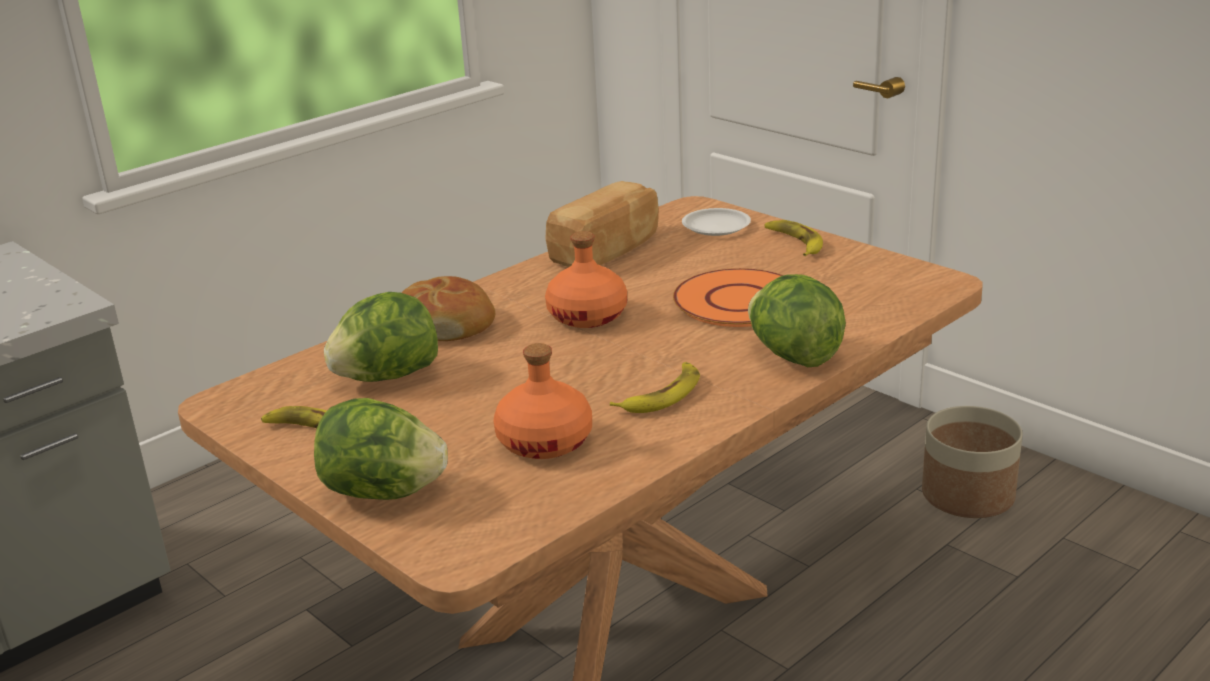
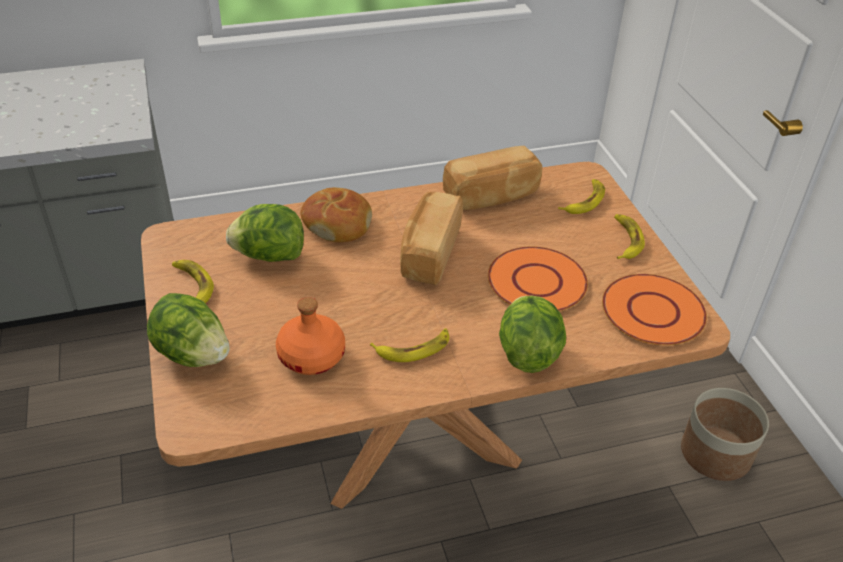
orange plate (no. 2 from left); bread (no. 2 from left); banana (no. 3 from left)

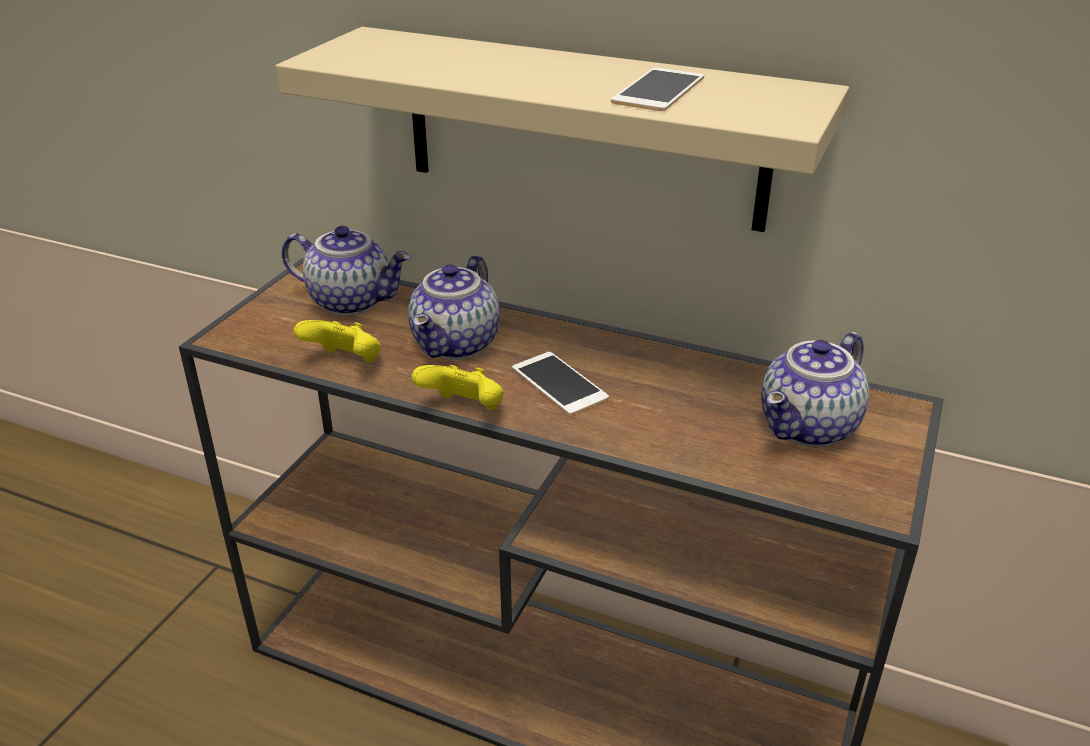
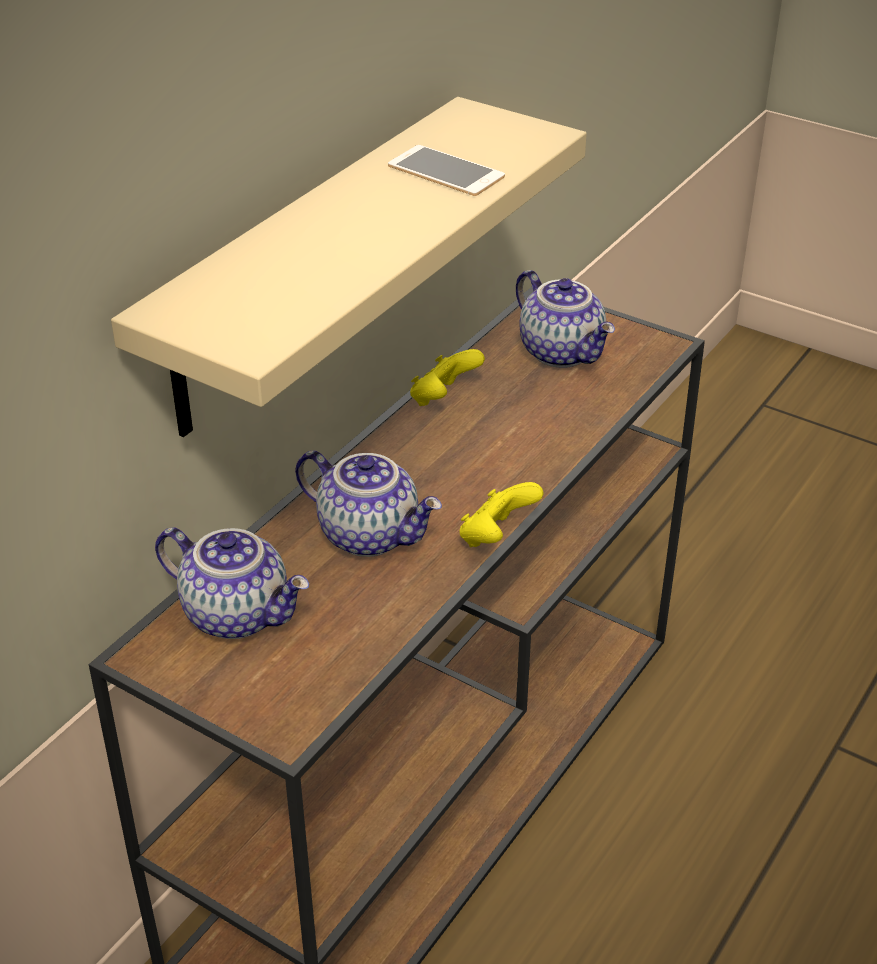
phone (no. 1 from left in the first image); yellow game controller (no. 1 from left); teapot (no. 1 from left)

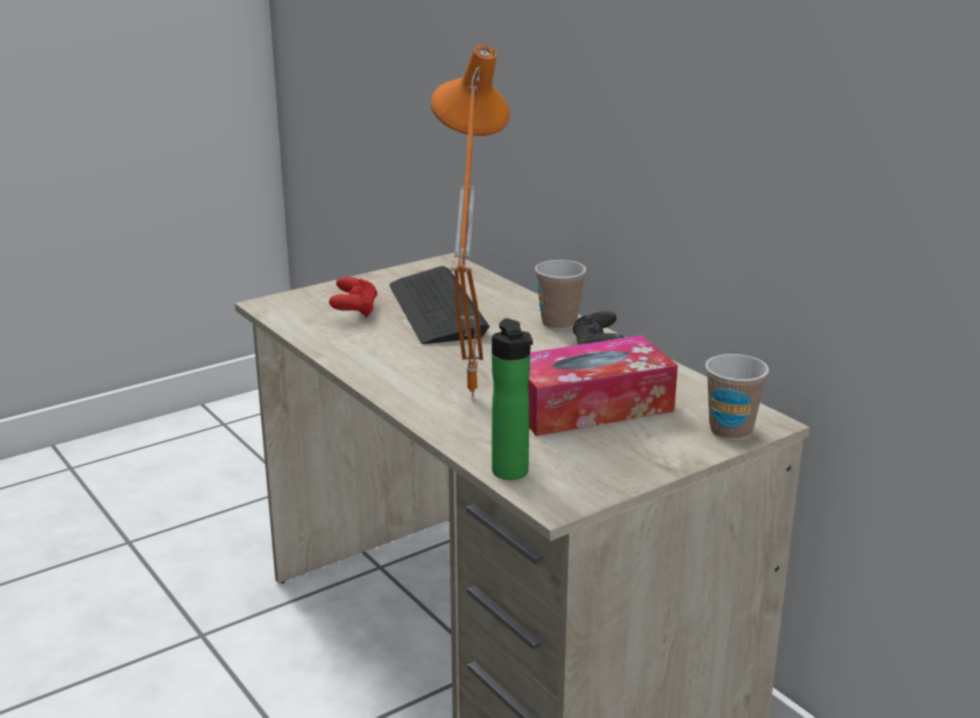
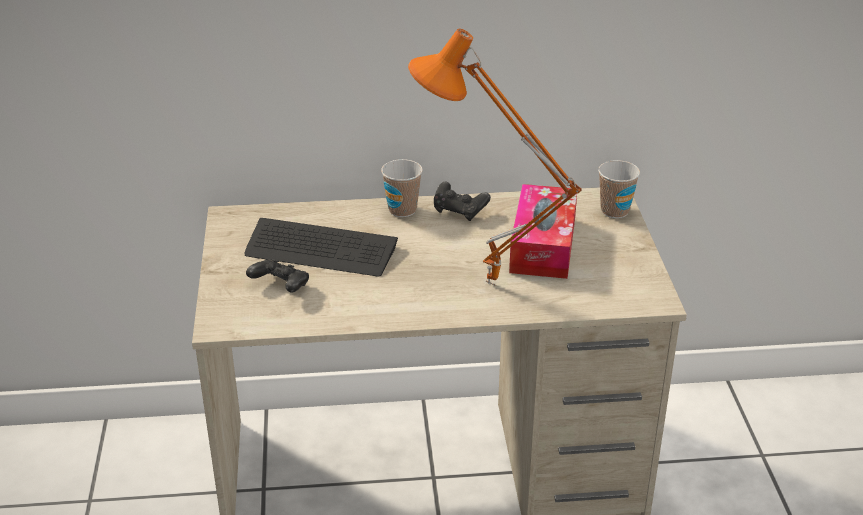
bottle; black game controller (no. 1 from left)

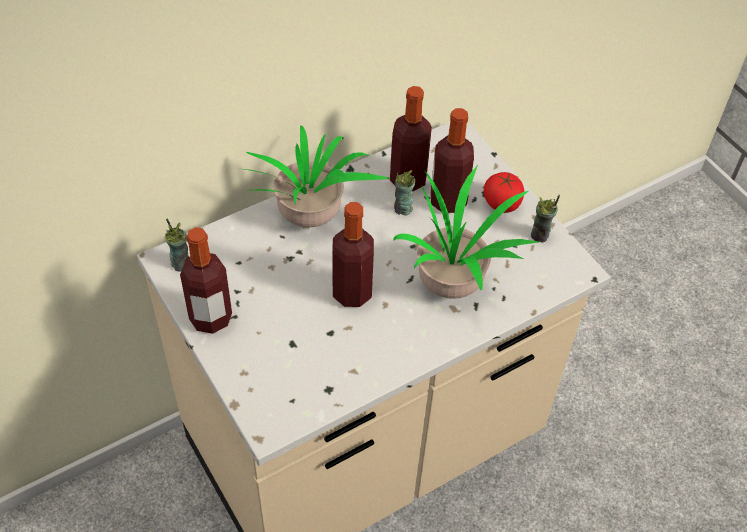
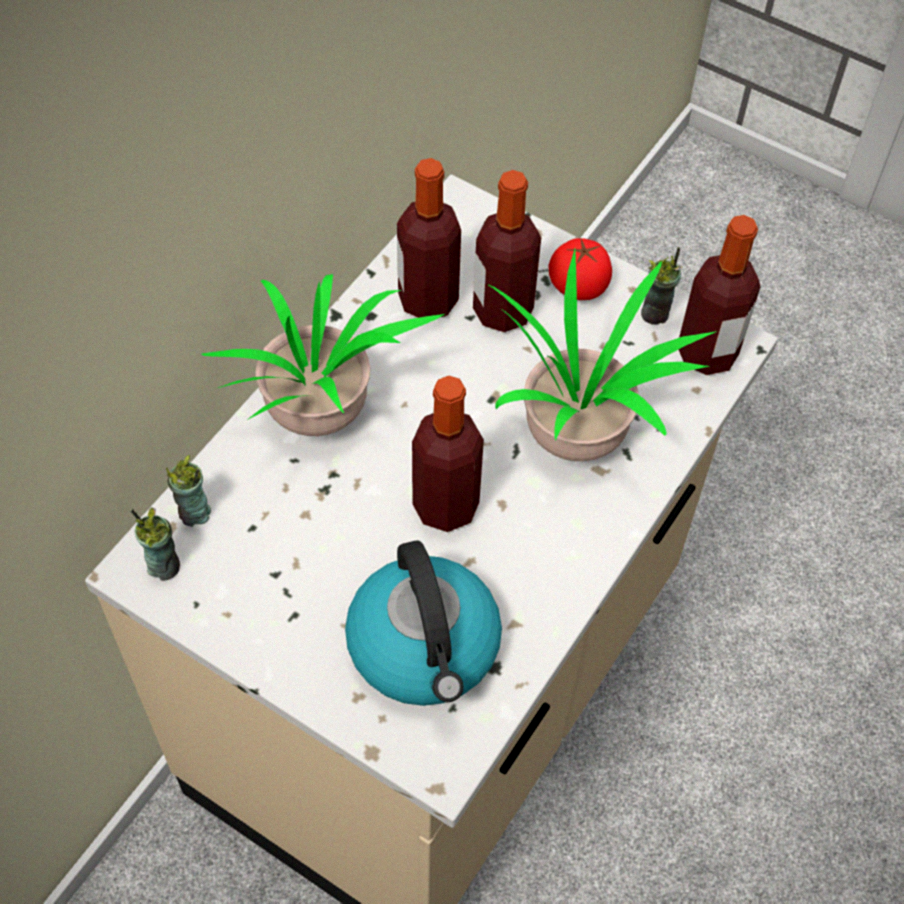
kettle; bottle (no. 4 from left); cup (no. 2 from left)

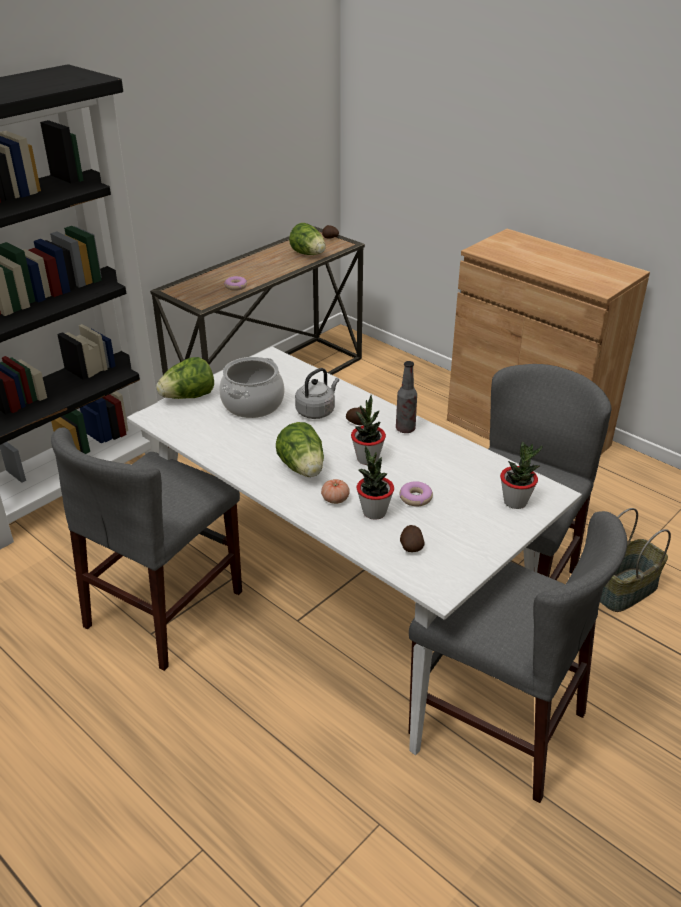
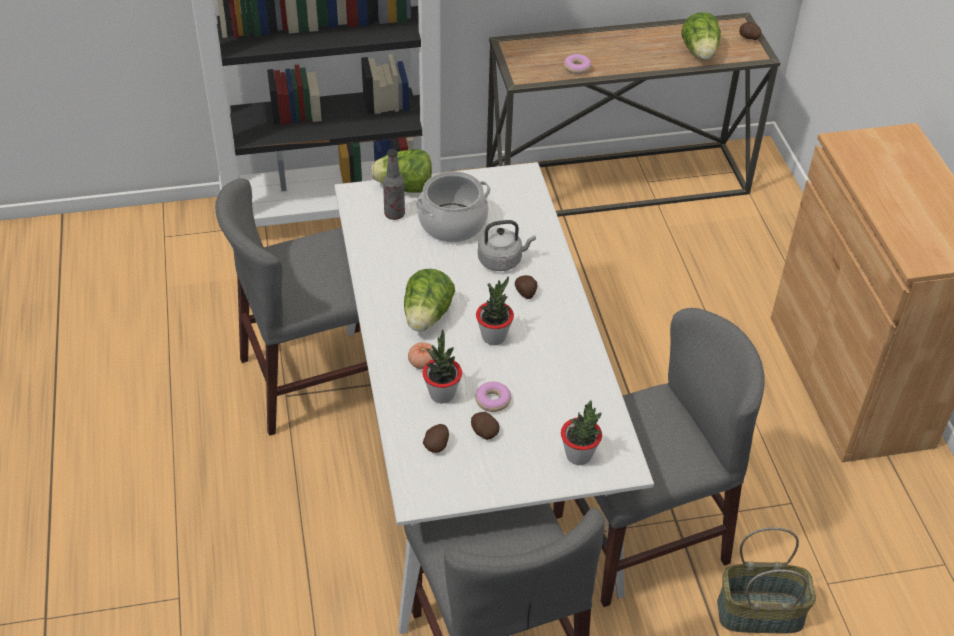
potato (no. 2 from left); bottle

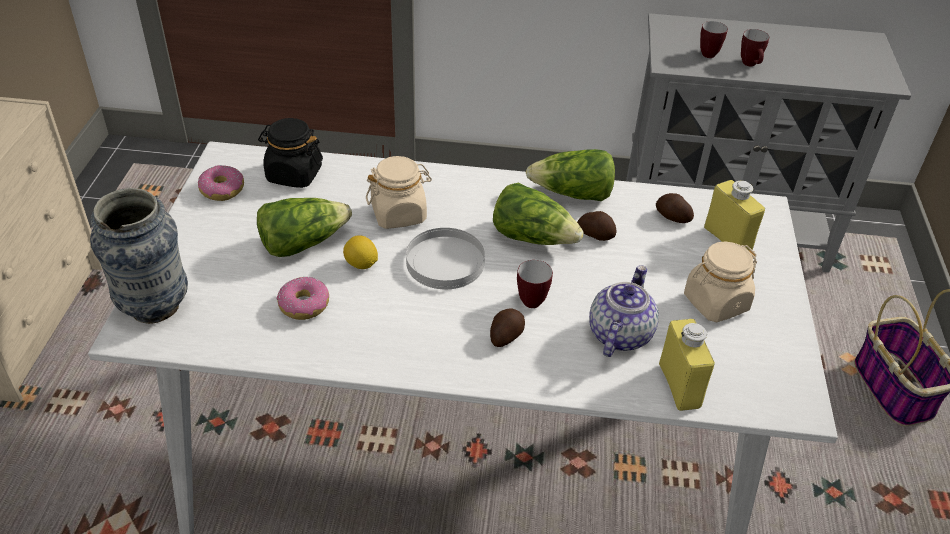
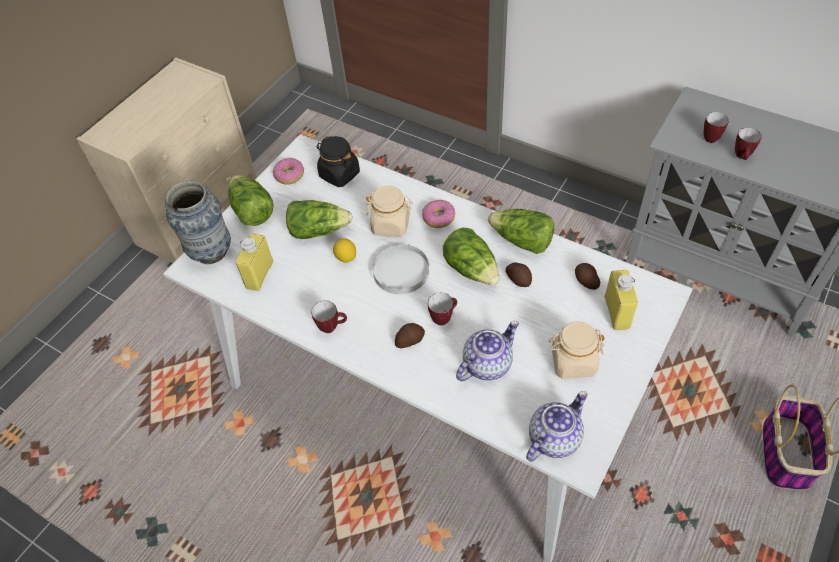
lettuce (no. 1 from left); mug (no. 1 from left); teapot (no. 2 from left); donut (no. 2 from left); yellow bottle (no. 1 from left)

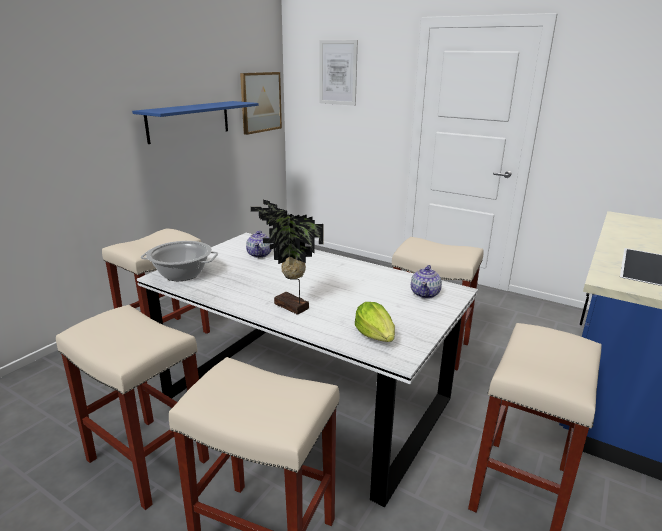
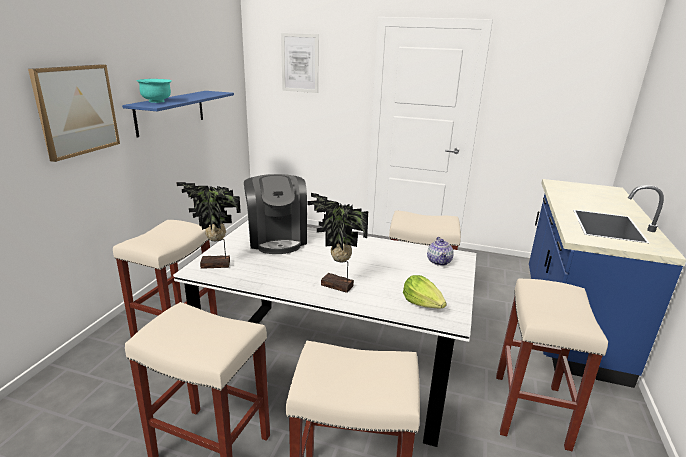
turquoise bowl; picture (no. 1 from left); potted plant (no. 1 from left); coffee machine

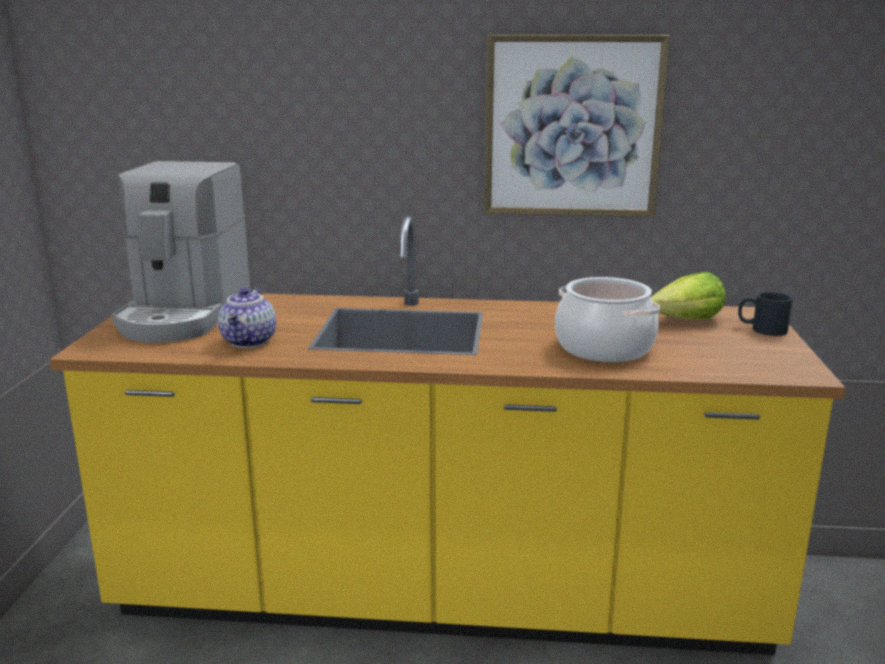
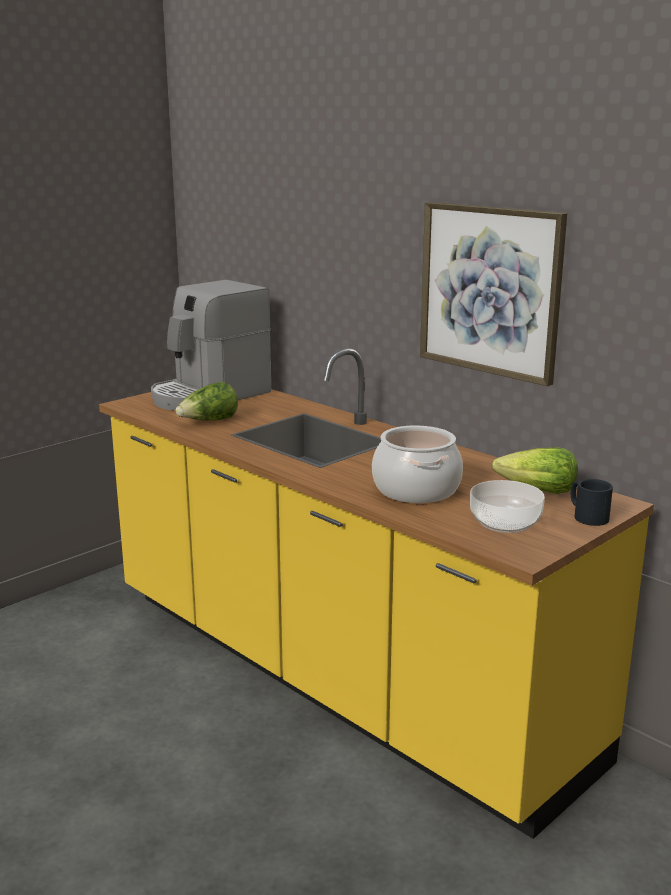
bowl; lettuce (no. 1 from left)

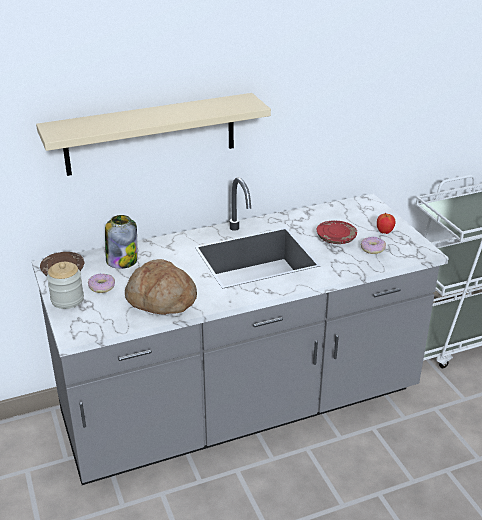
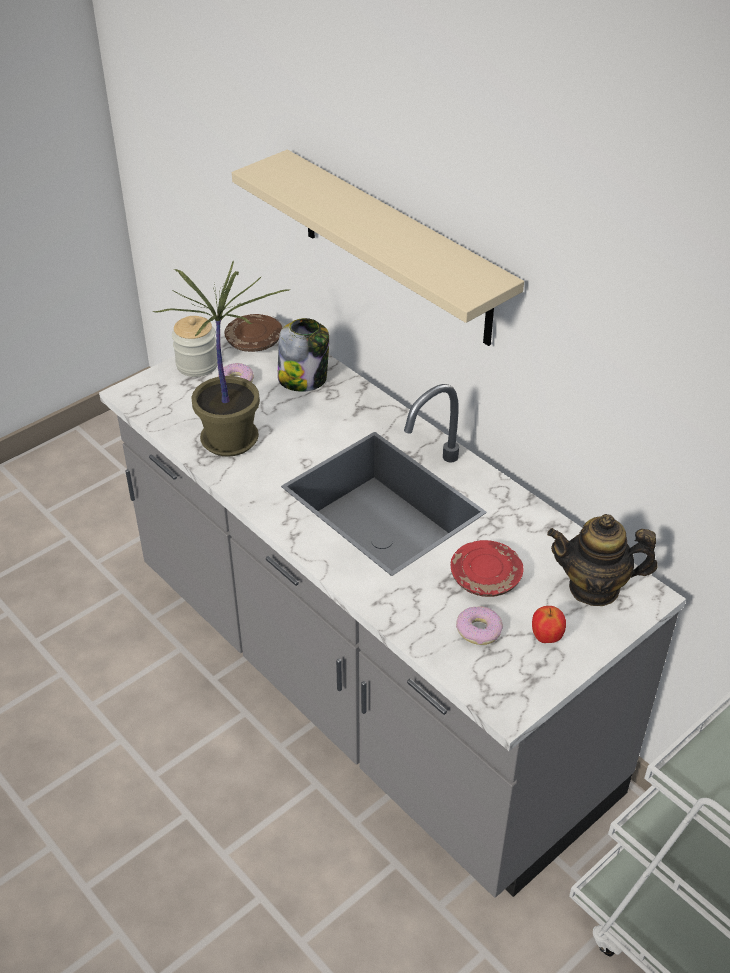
teapot; potted plant

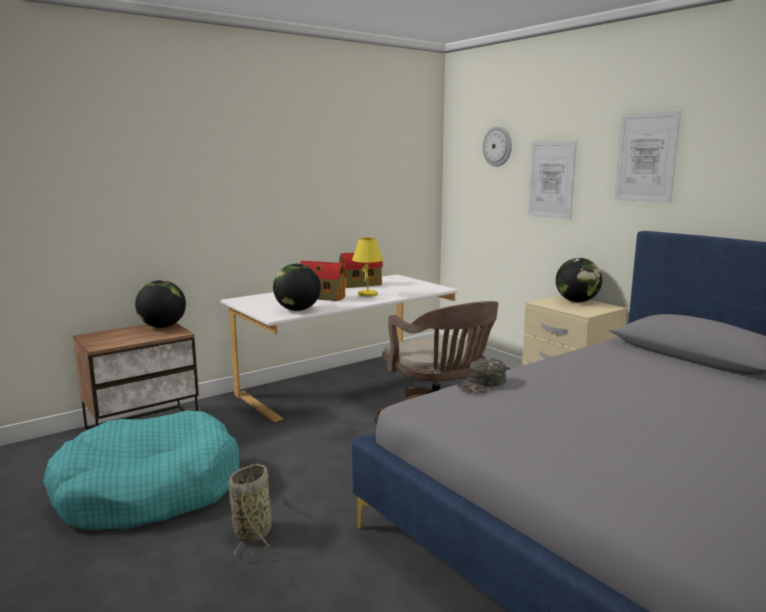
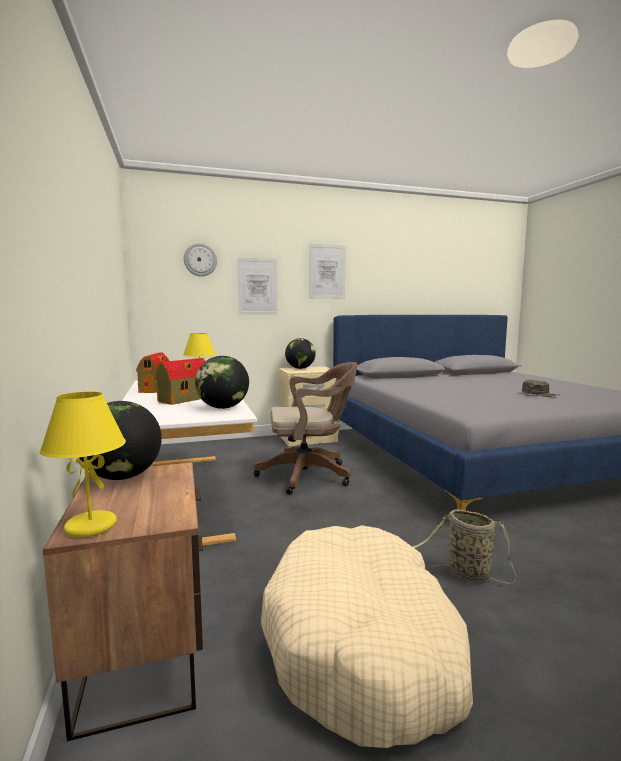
yellow table lamp (no. 1 from left); green cap; beige dog bed

